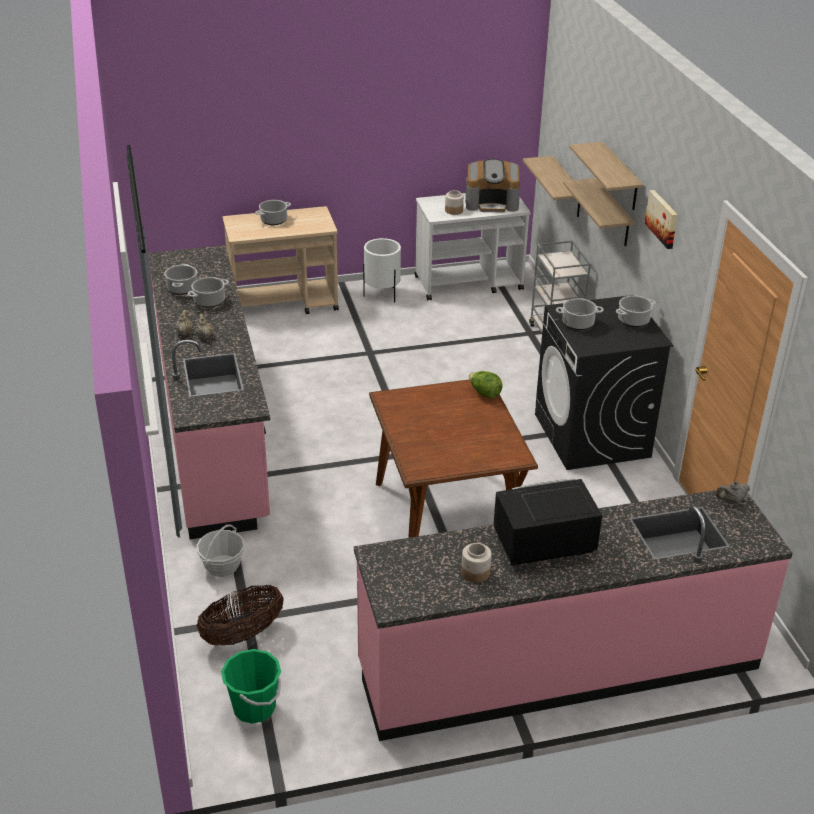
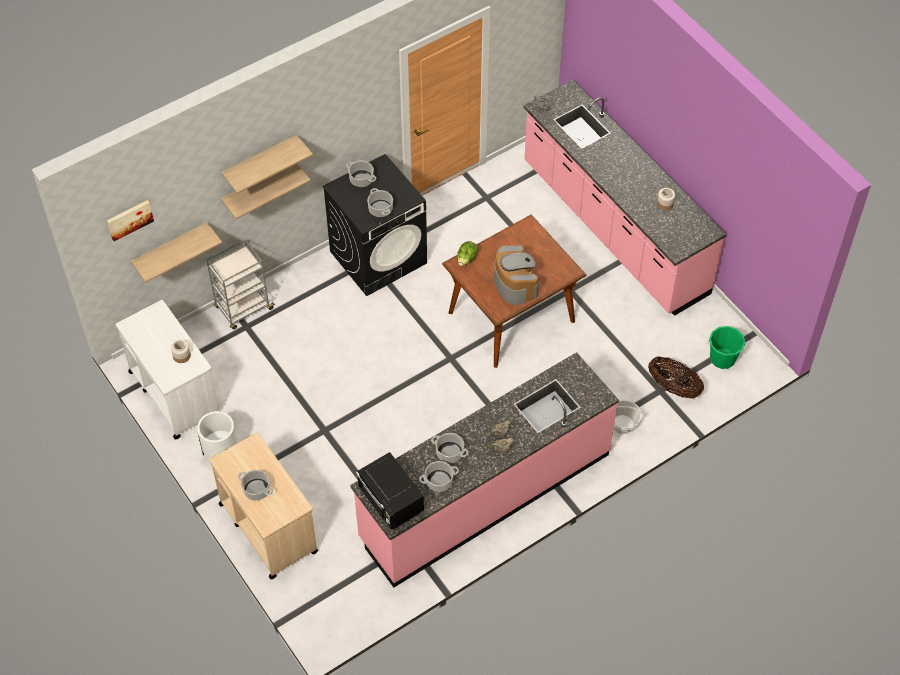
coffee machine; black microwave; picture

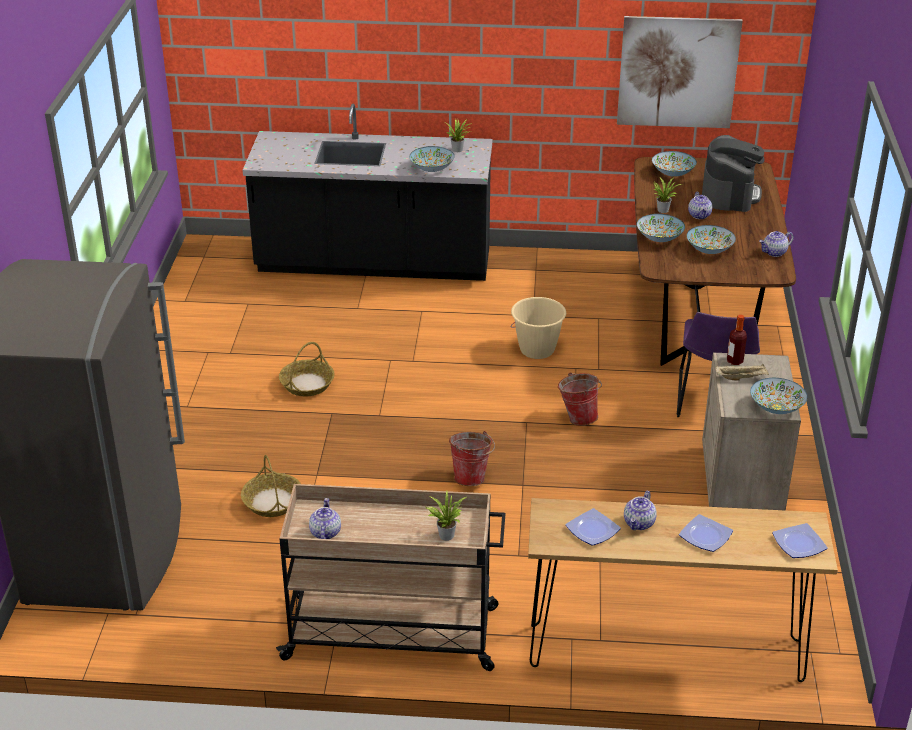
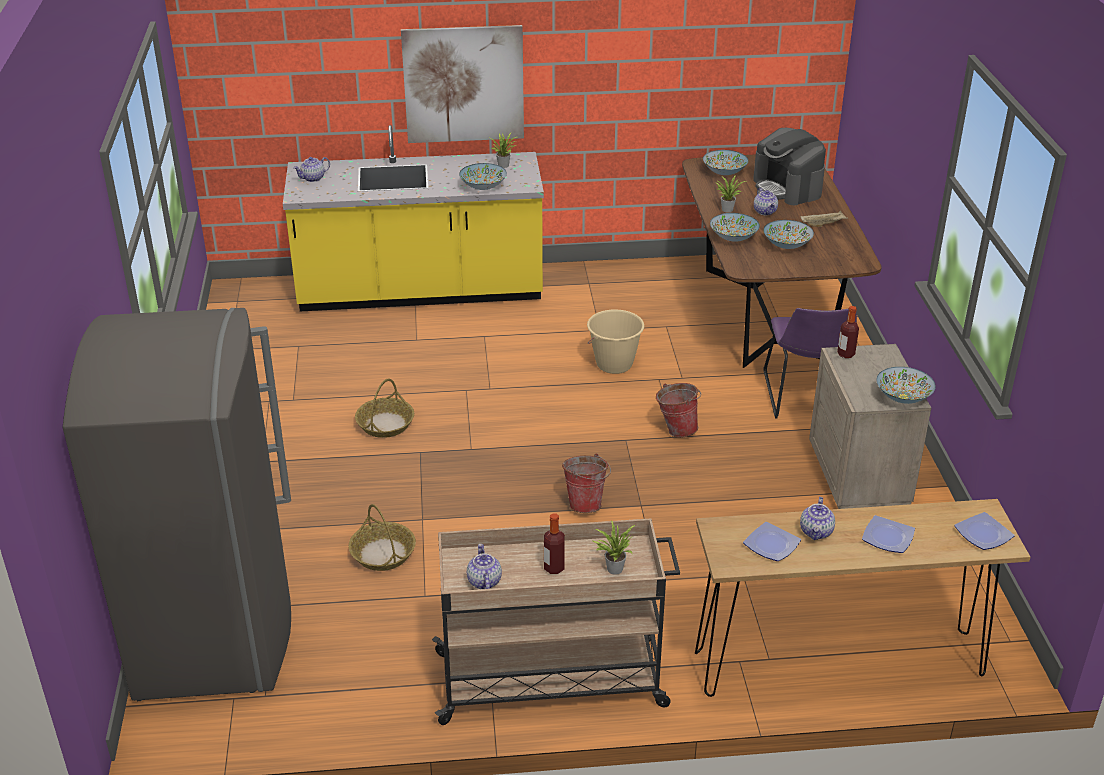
bottle (no. 1 from left); picture; beige tray; teapot (no. 1 from left); yellow counter; coffee machine

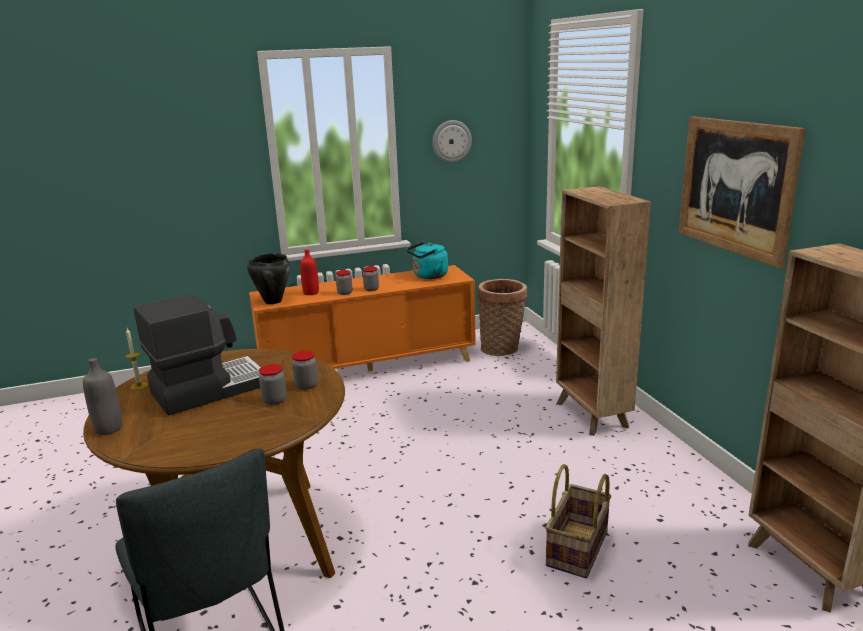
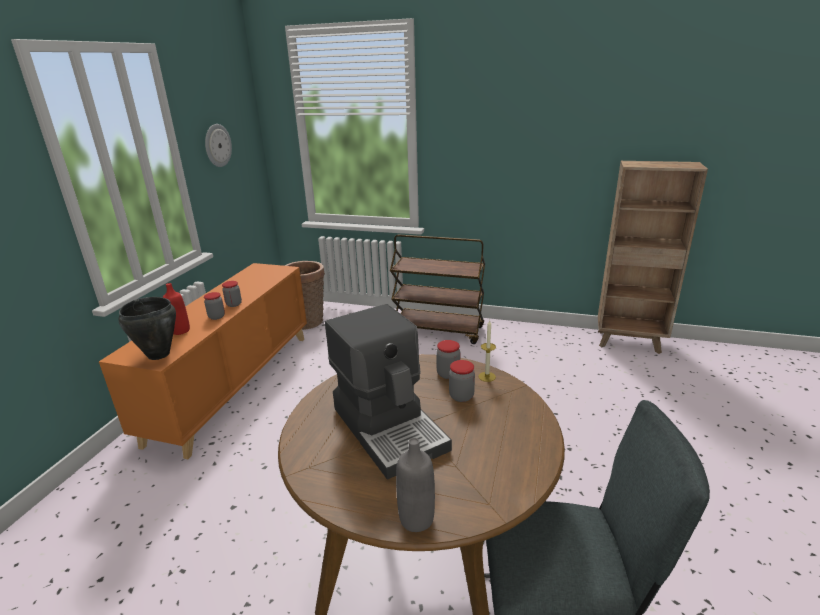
turquoise kettle; basket (no. 2 from left in the first image); picture; candle; brown cart; coffee machine

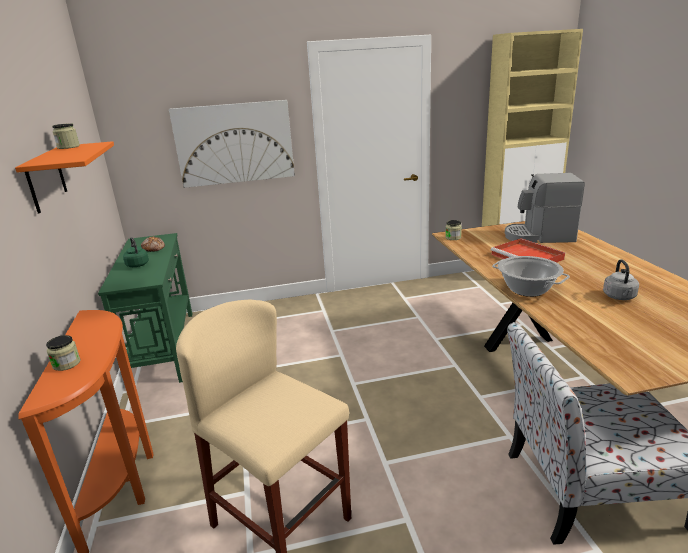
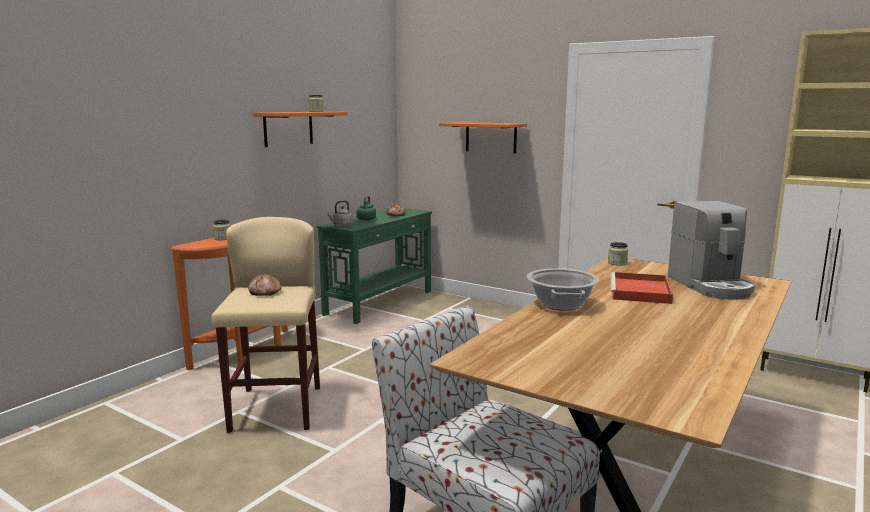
bread (no. 1 from left); grey kettle; orange shelf (no. 2 from left); coffee machine

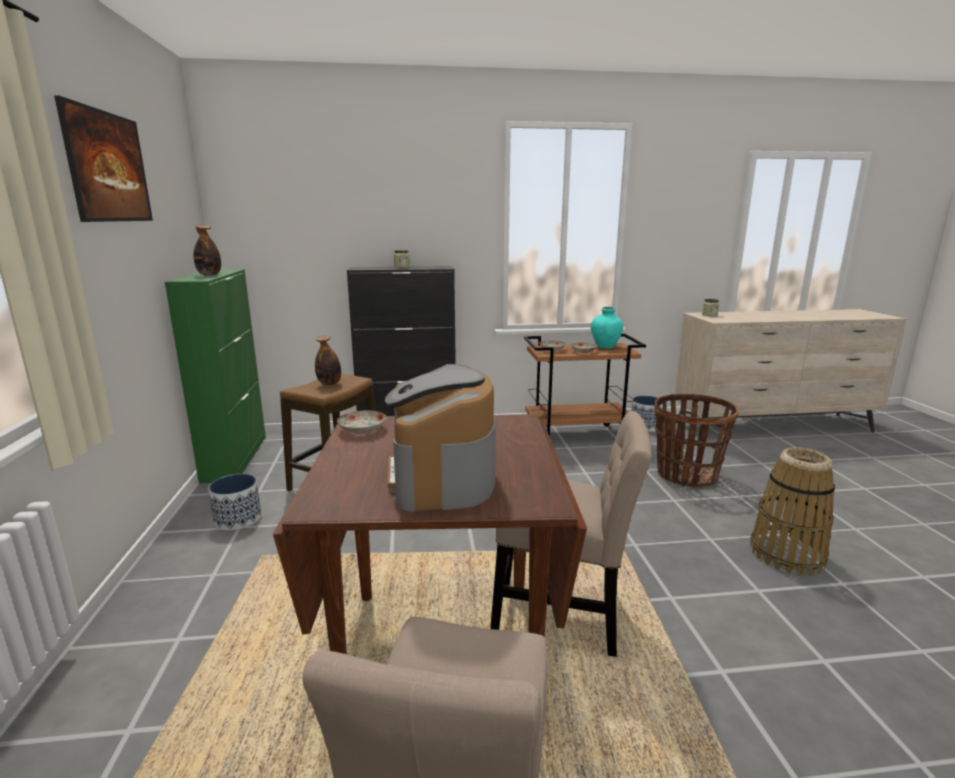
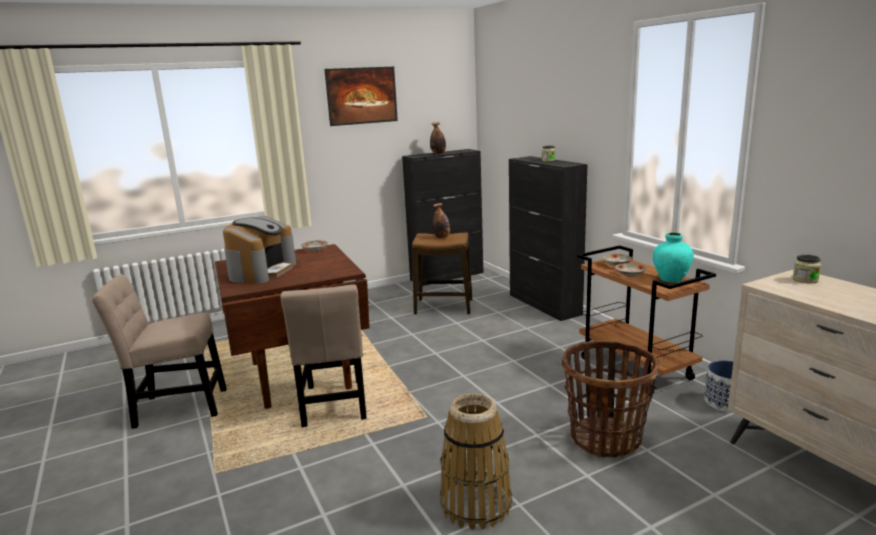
planter (no. 1 from left in the first image); black cabinet (no. 1 from left); coffee machine

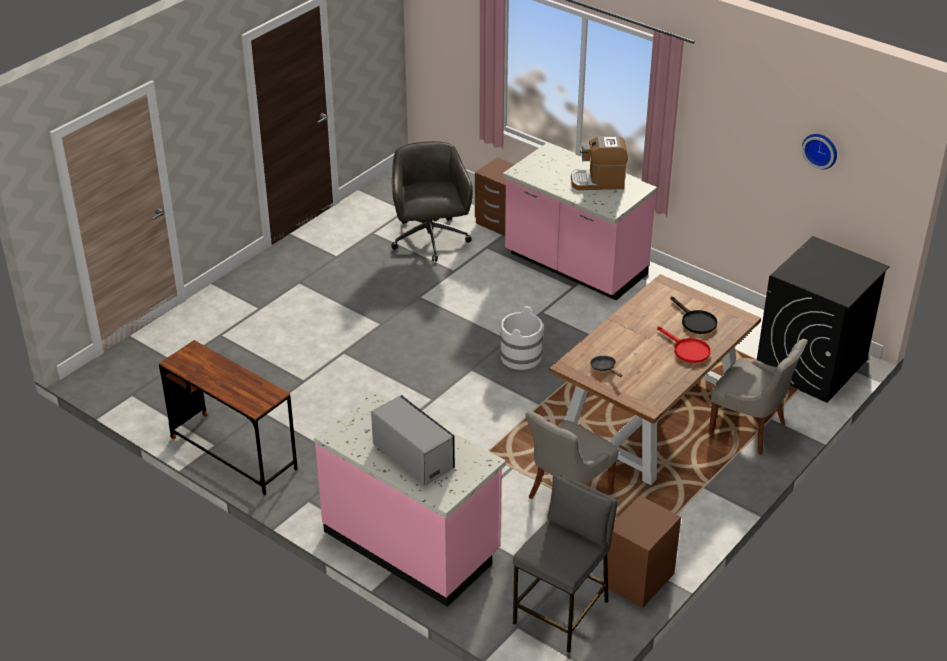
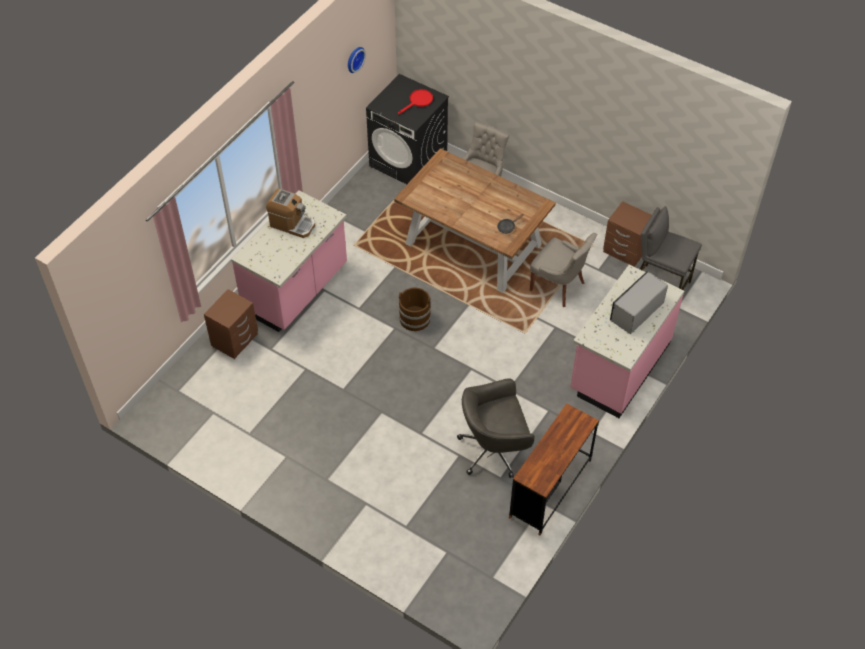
black frying pan (no. 2 from left in the first image); grey office chair; red frying pan; brown bucket; coffee machine

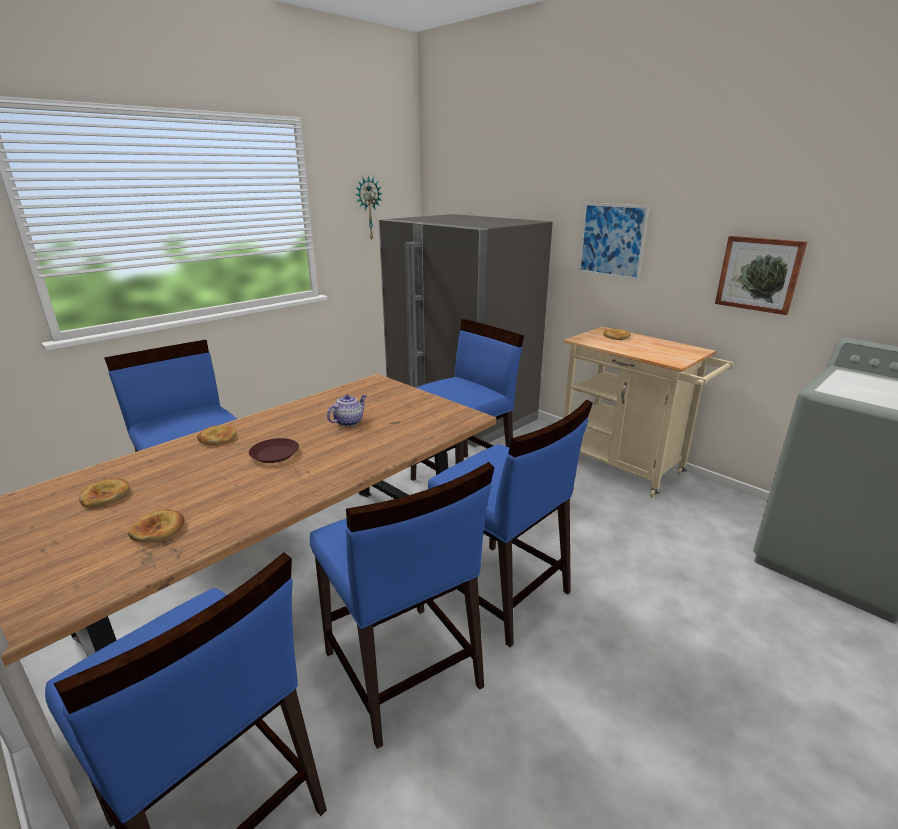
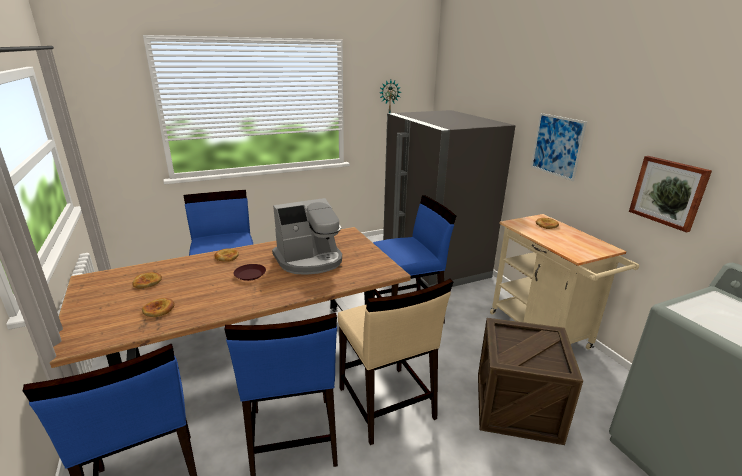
crate; coffee machine; beige chair

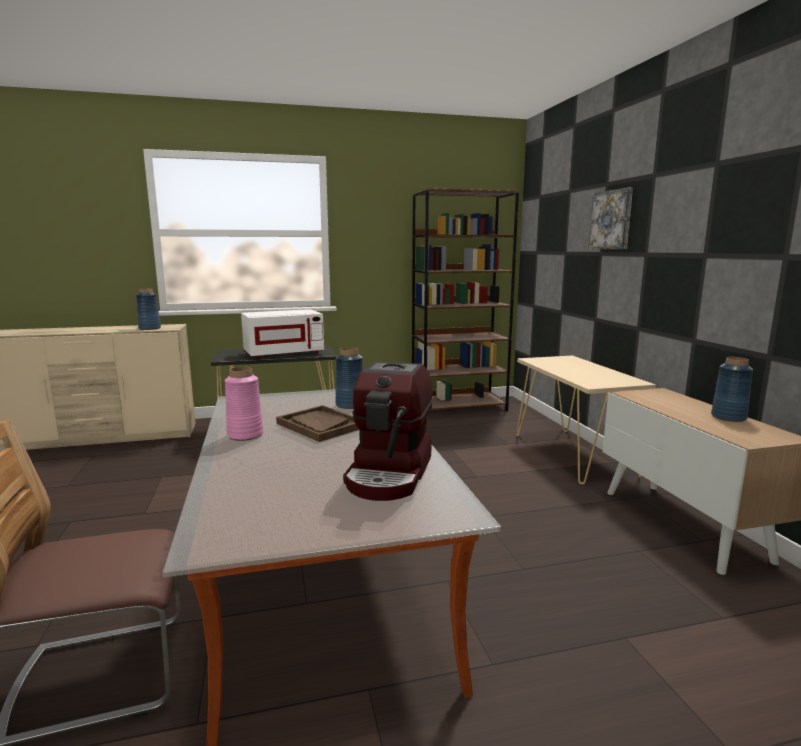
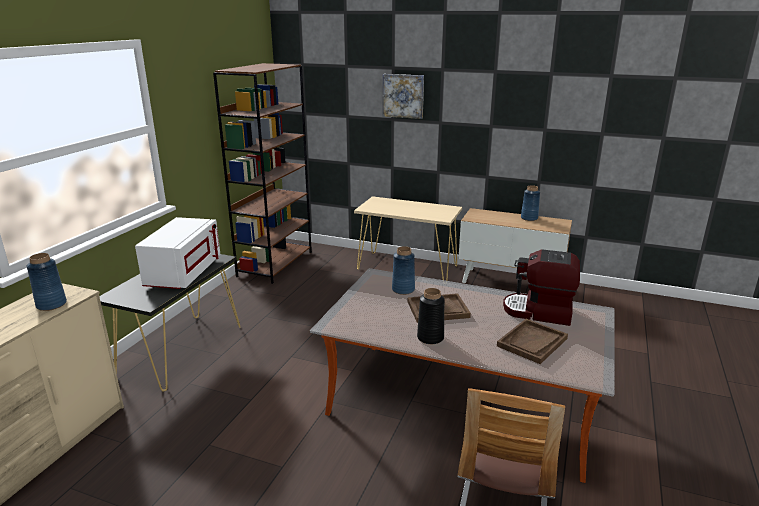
brown tray (no. 2 from left); black vase; coffee machine

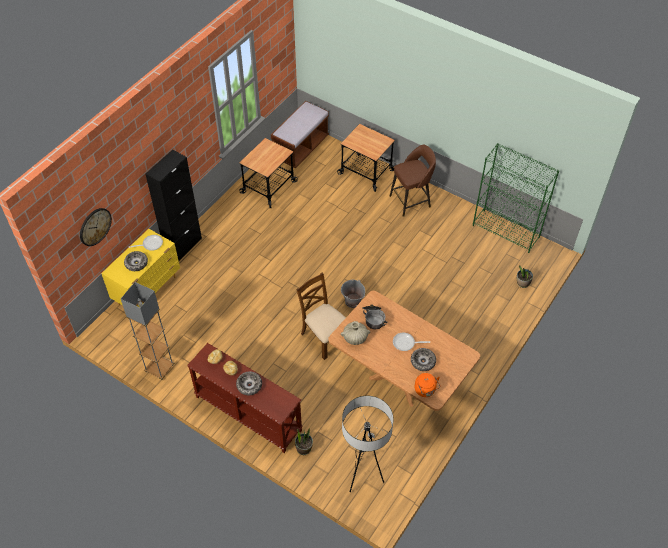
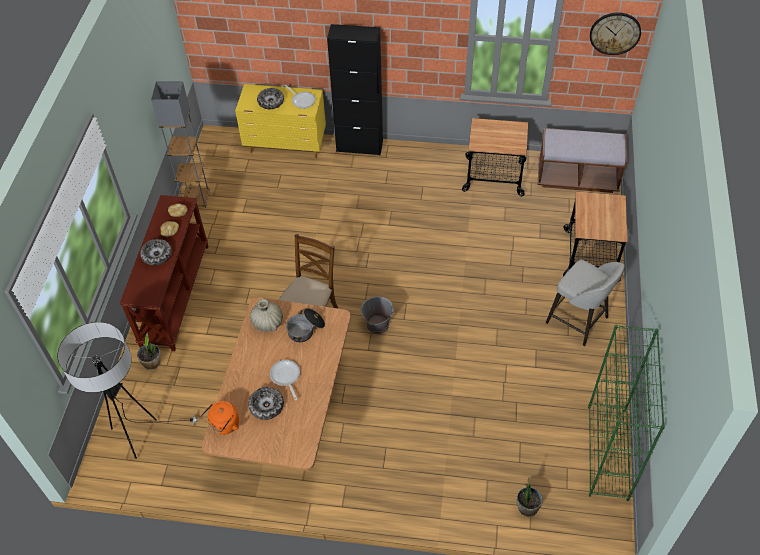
wall clock; grey stool

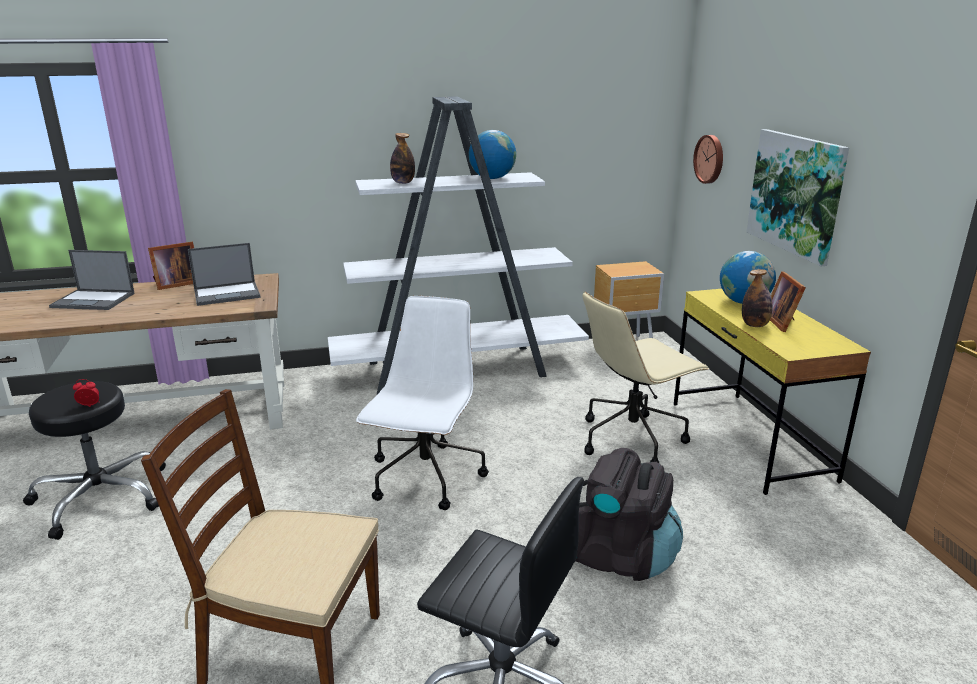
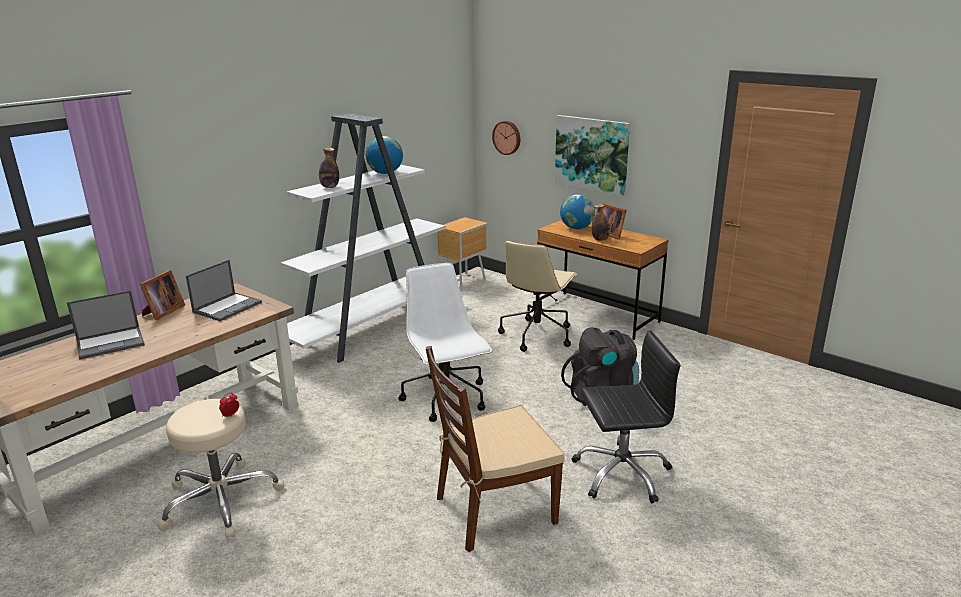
beige stool; brown desk (no. 2 from left)

